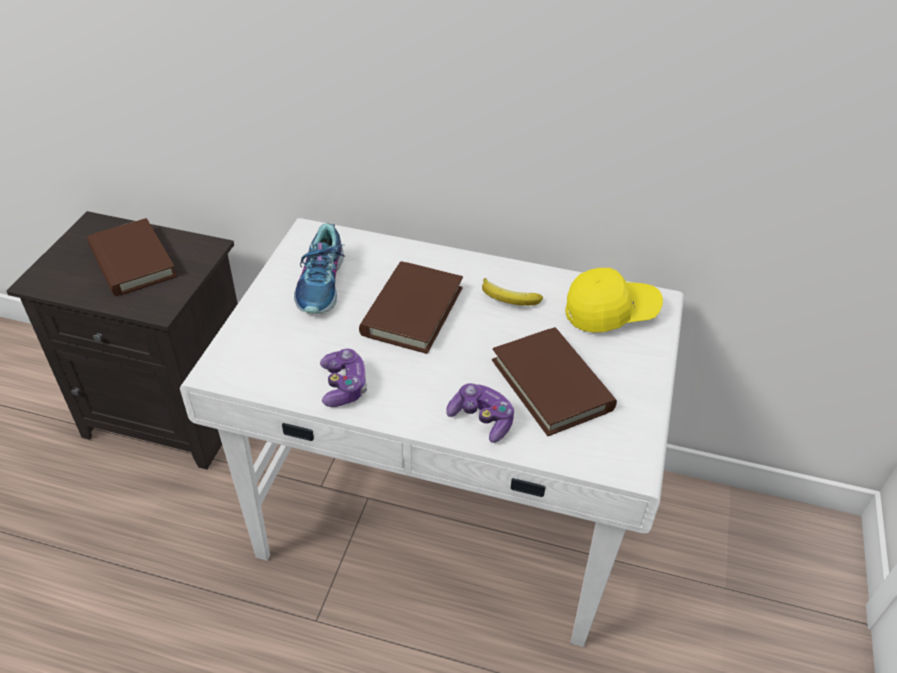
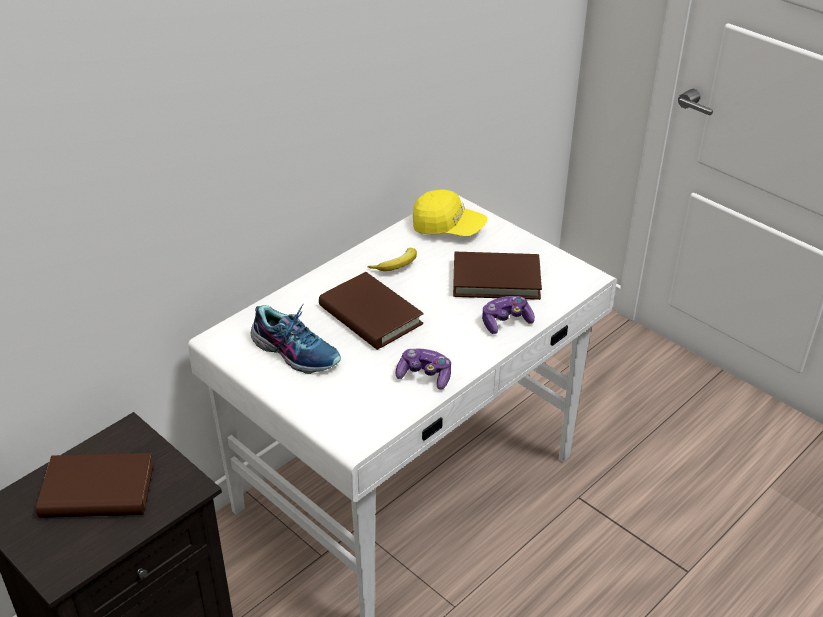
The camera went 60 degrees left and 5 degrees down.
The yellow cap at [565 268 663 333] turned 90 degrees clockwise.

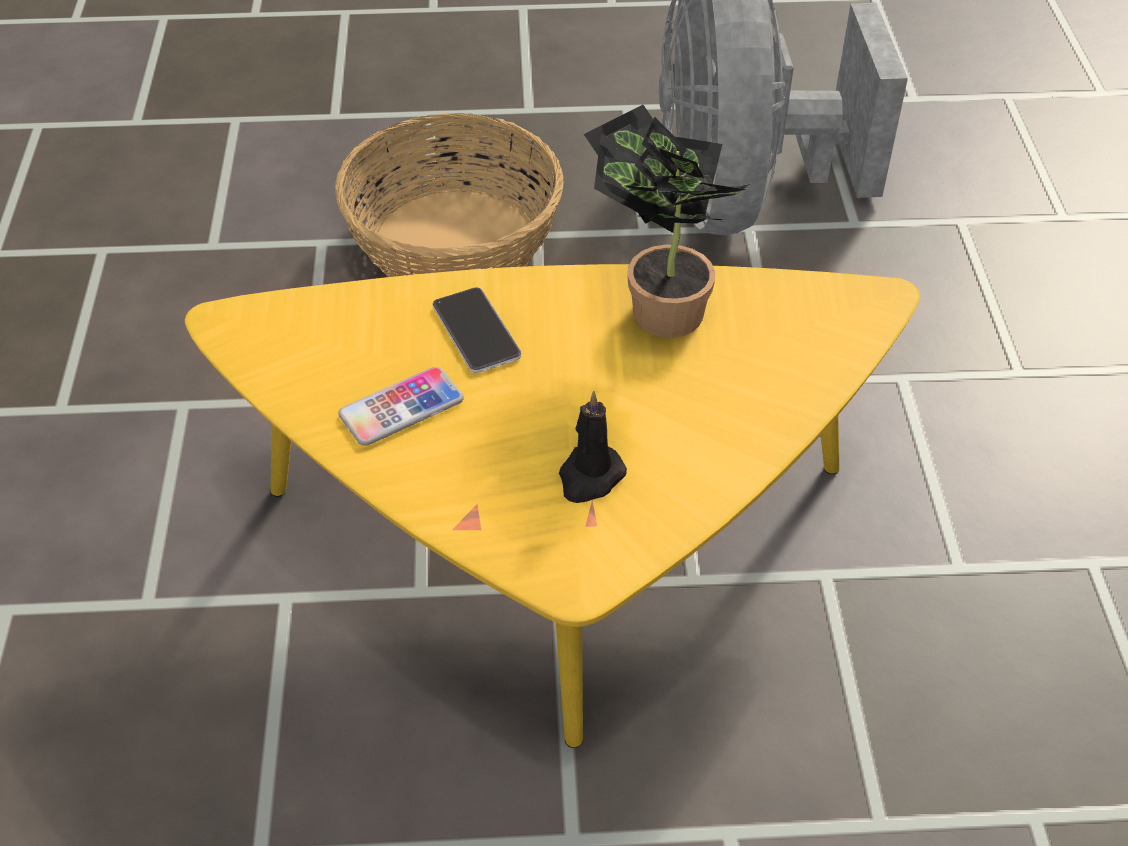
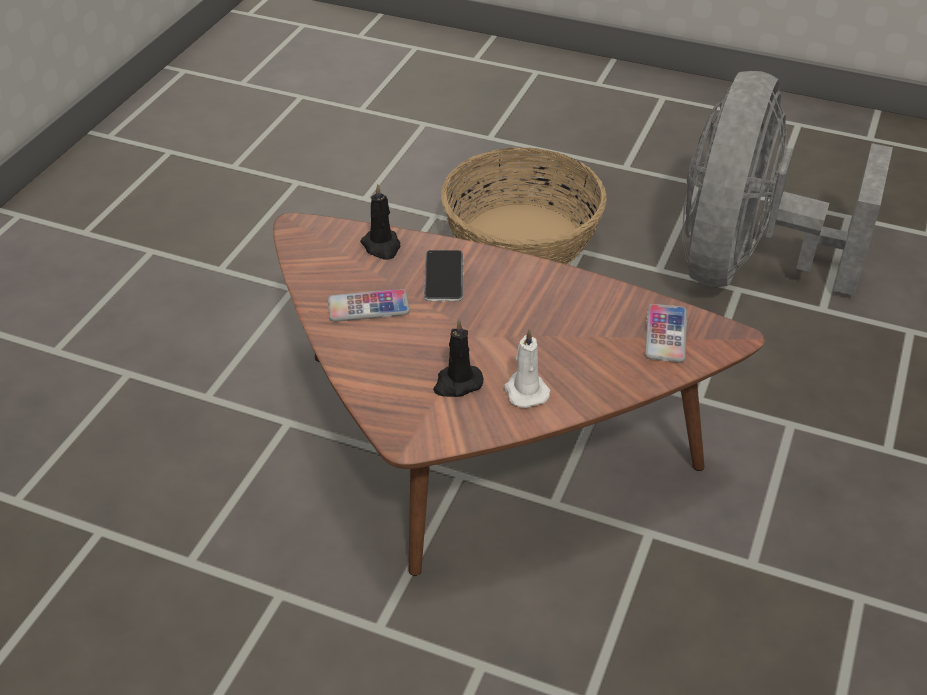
The camera went 25 degrees right and 5 degrees down.
The yellow coffee table at [185 264 920 748] became the brown coffee table at [273 213 765 576].
The black candle at [360 184 400 260] appeared.
The white candle at [504 328 551 408] appeared.
The phone at [645 304 687 363] appeared.
The potted plant at [584 105 750 338] disappeared.

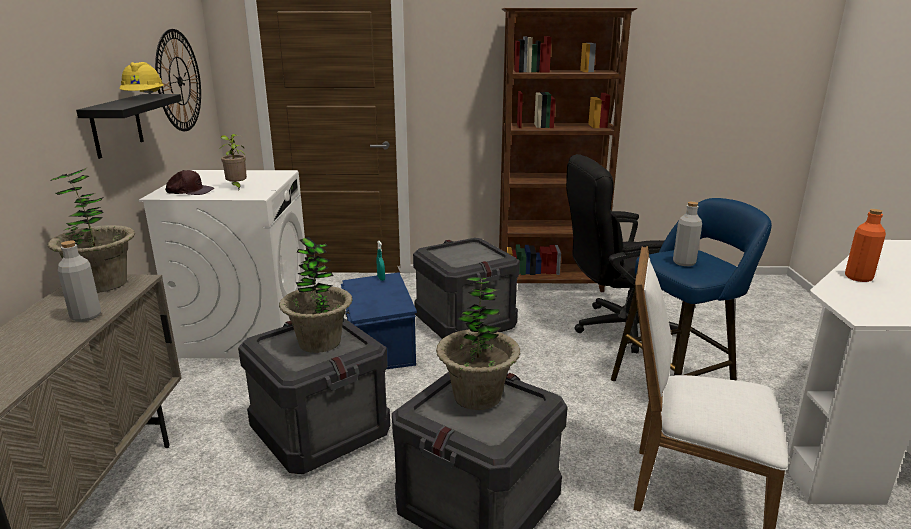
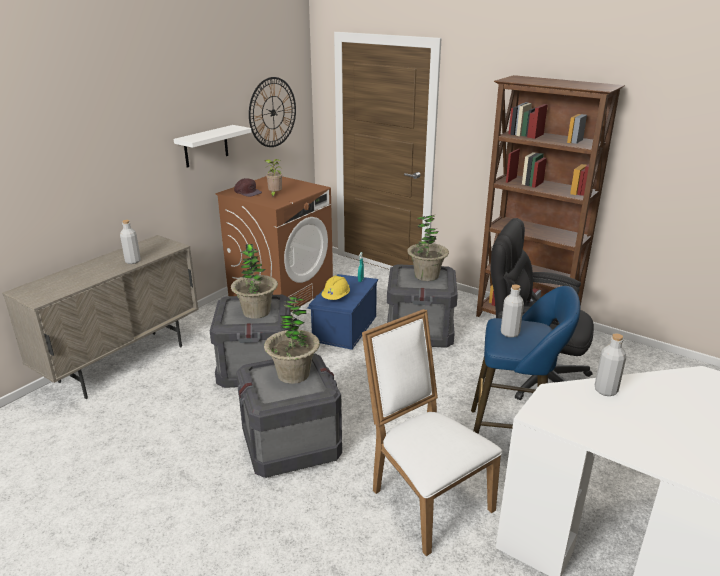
The camera went 35 degrees right and 5 degrees up.
The black shelf at [76 94 182 159] became the white shelf at [174 125 252 167].
The white washing machine at [139 170 310 358] became the brown washing machine at [216 176 333 312].
The yellow hard hat moved from [119 62 164 95] to [321 275 350 300].
The potted plant moved from [48 168 135 293] to [407 215 449 281].
The orange bottle at [845 209 886 282] became the grey bottle at [595 334 626 396].

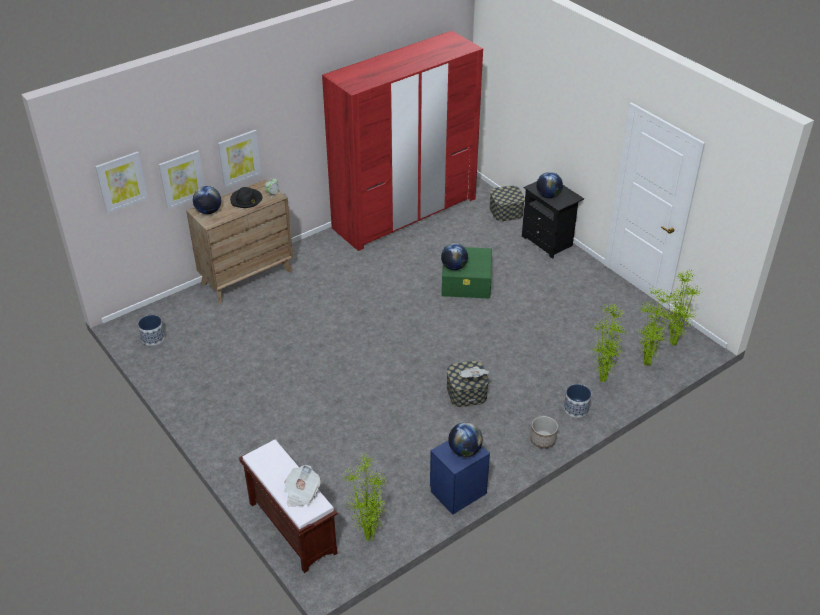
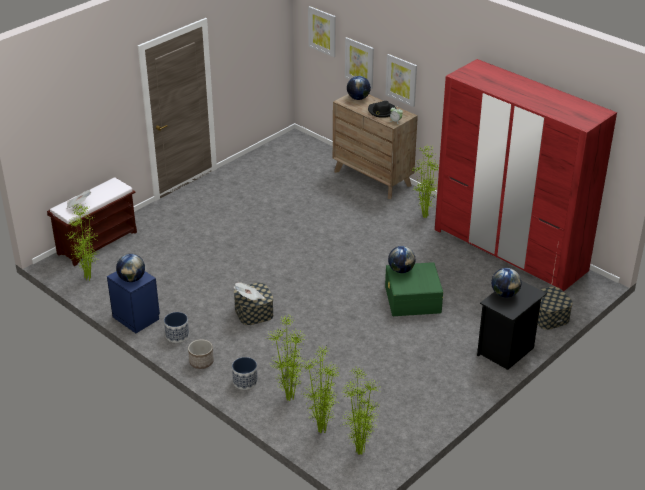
The camera went 80 degrees right and 5 degrees down.
The planter moved from [138 315 165 346] to [164 312 189 343].
The potted plant at [414 145 438 218] appeared.

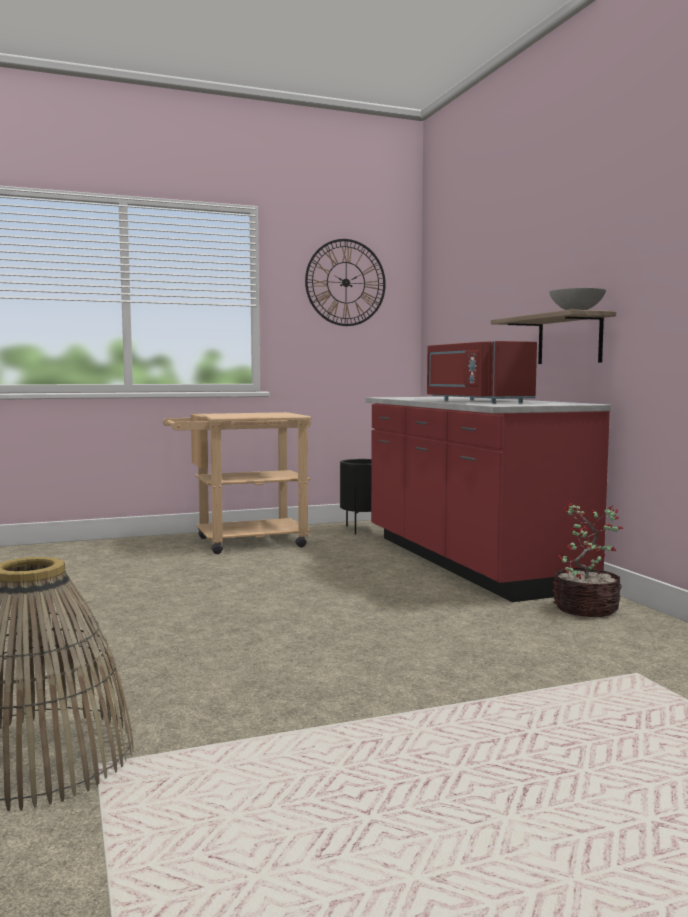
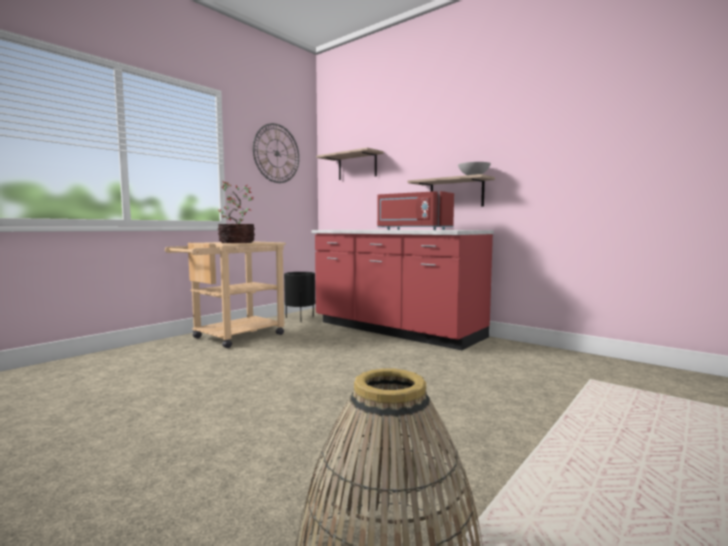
The camera went 30 degrees left and 0 degrees up.
The potted plant moved from [552 501 623 617] to [218 181 255 243].
The shelf at [316 147 384 180] appeared.

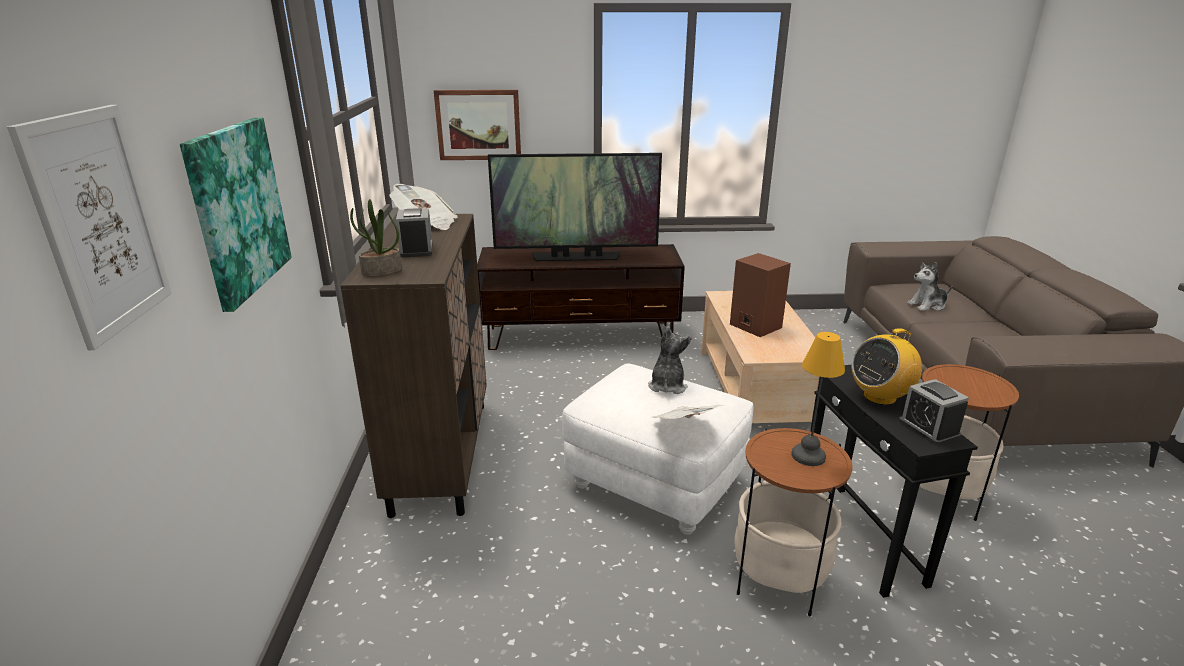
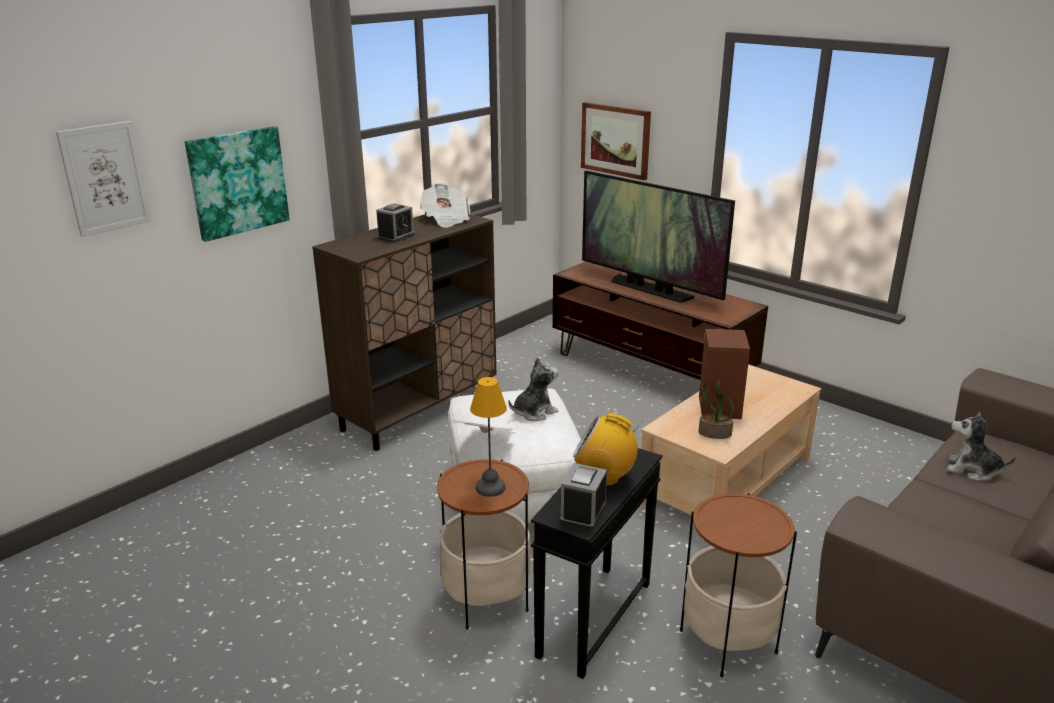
The camera went 45 degrees right and 0 degrees up.
The potted plant moved from [350 199 402 276] to [699 380 734 439].

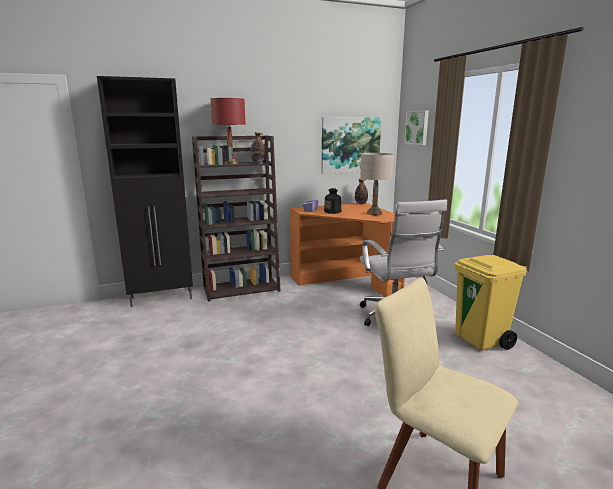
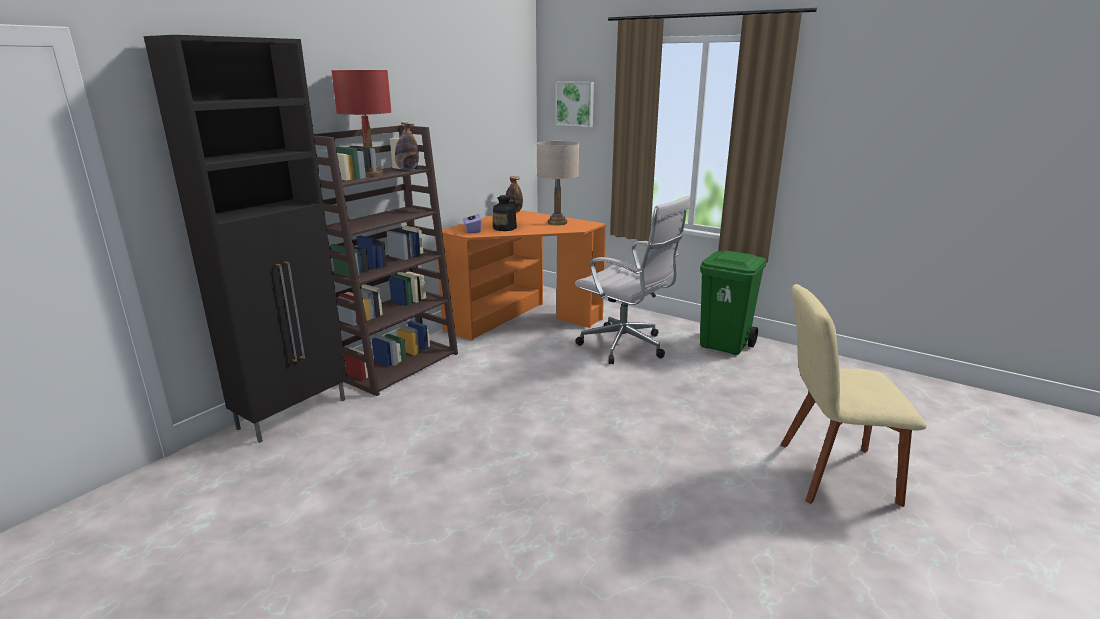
The camera went 35 degrees left and 5 degrees up.
The yellow trash can at [455 255 528 351] became the green trash can at [700 250 766 355].
The picture at [321 117 381 174] disappeared.

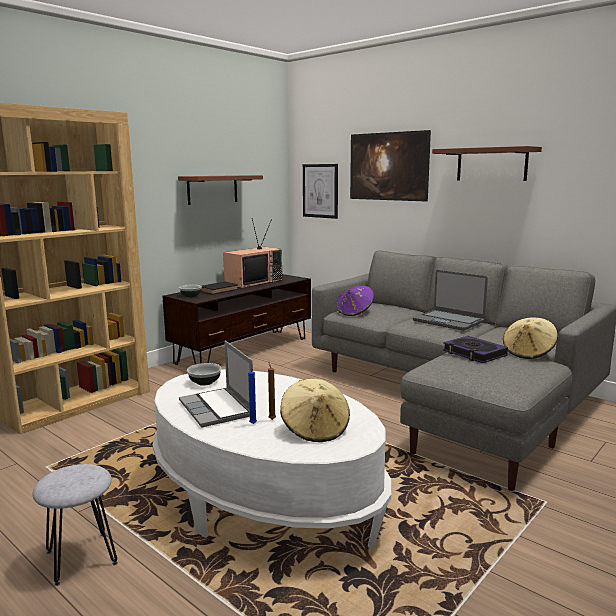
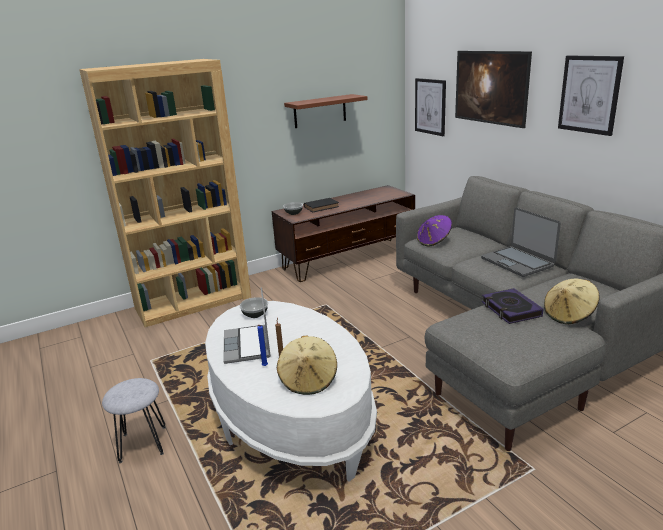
The camera went 20 degrees right and 10 degrees up.
The brown shelf at [432 146 542 181] was replaced by the picture at [558 55 624 136].
The television at [223 218 282 288] disappeared.

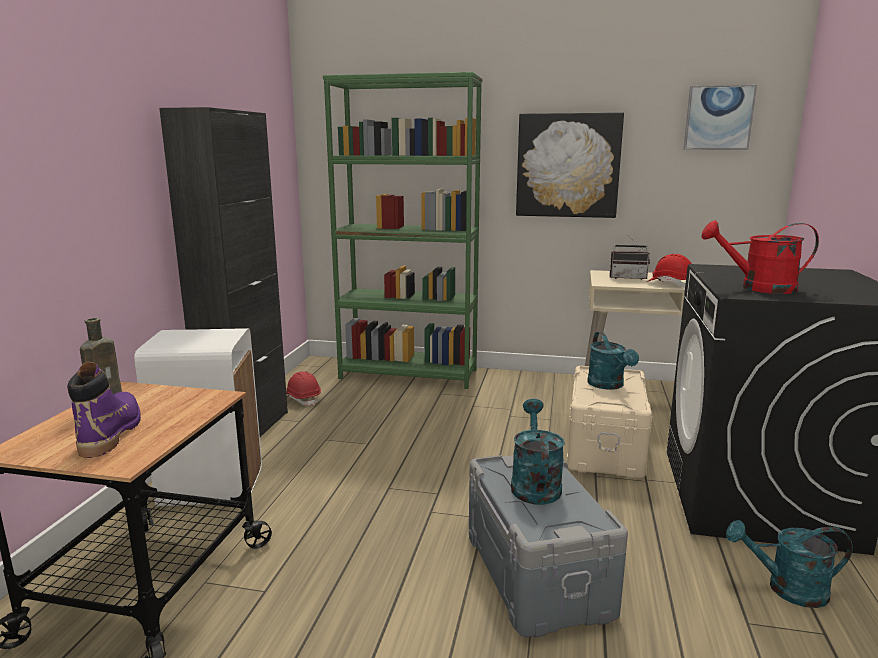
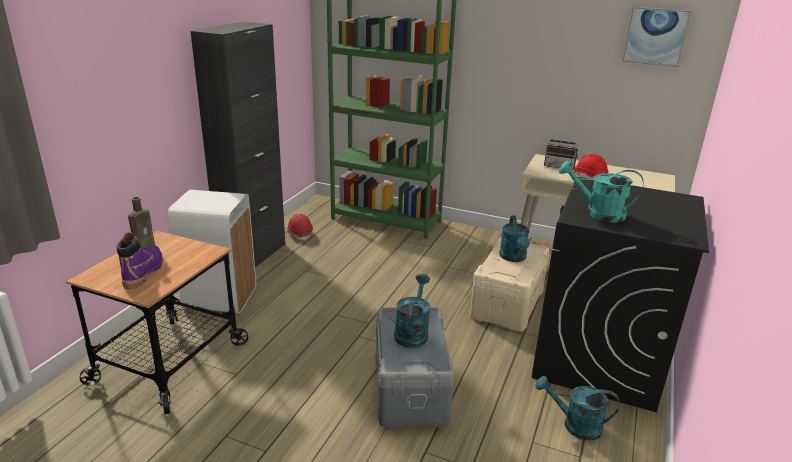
The camera went 10 degrees right and 10 degrees up.
The red watering can at [701 220 819 294] became the turquoise watering can at [559 160 644 222].
The picture at [516 112 624 218] disappeared.

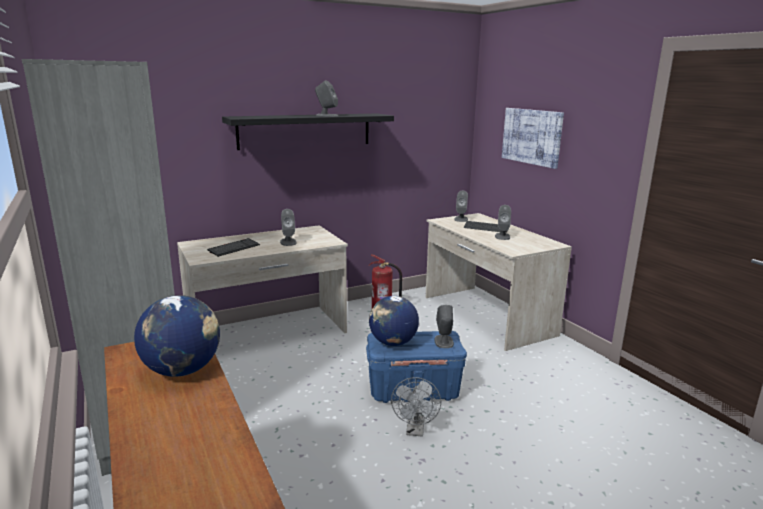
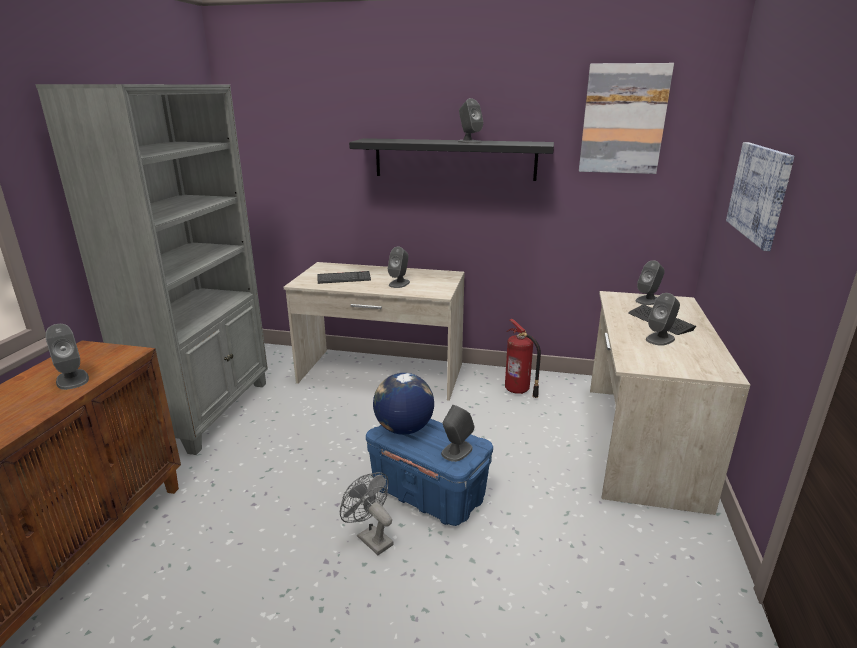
The camera went 40 degrees right and 5 degrees up.
The globe at [134 295 220 377] was replaced by the grey speaker at [46 324 89 390].
The grey fan at [391 377 441 437] turned 90 degrees clockwise.
The picture at [579 63 674 174] appeared.

